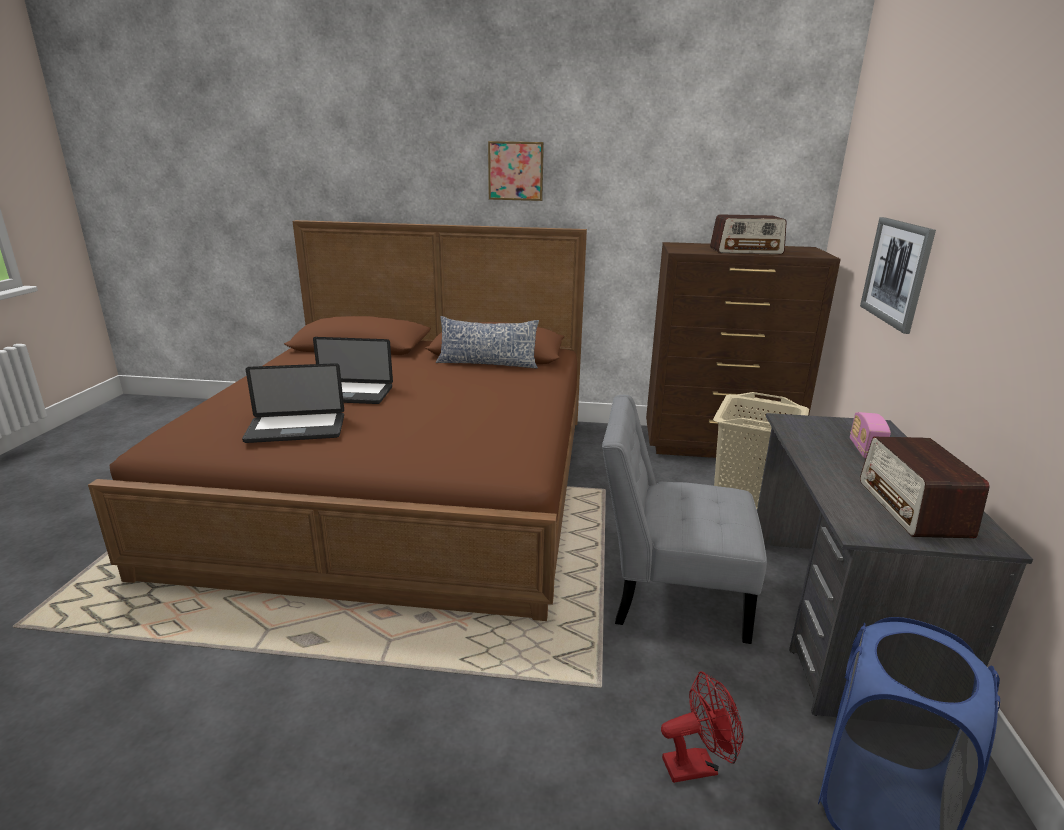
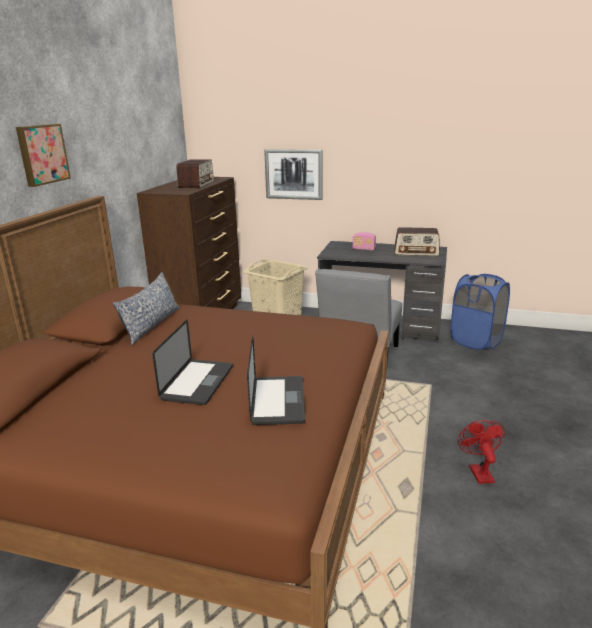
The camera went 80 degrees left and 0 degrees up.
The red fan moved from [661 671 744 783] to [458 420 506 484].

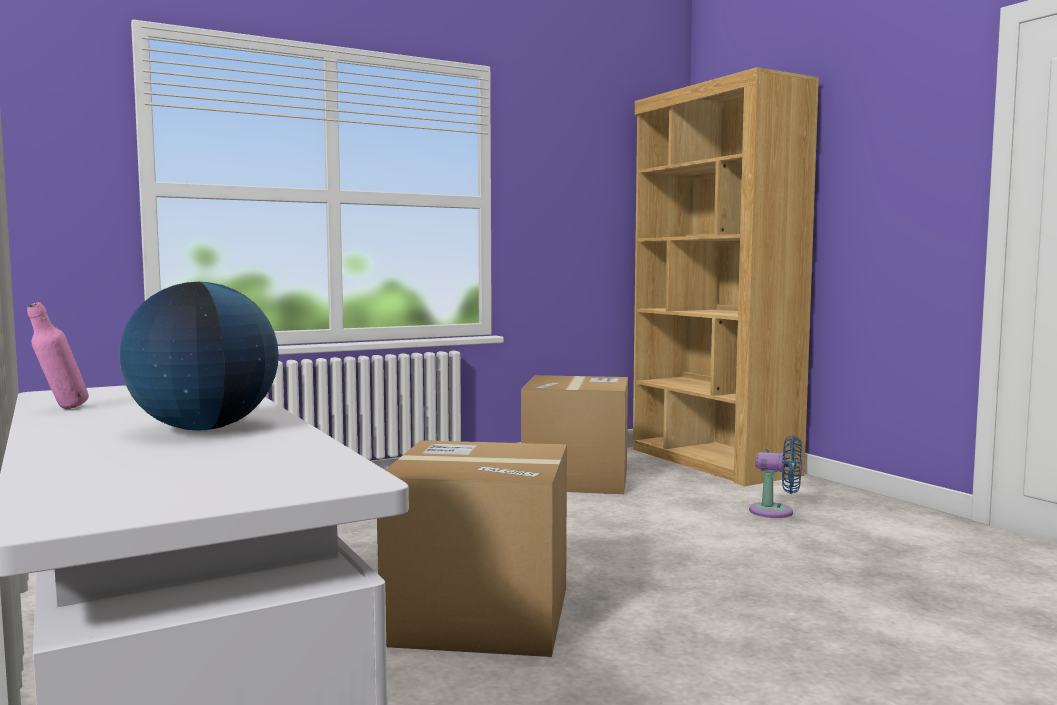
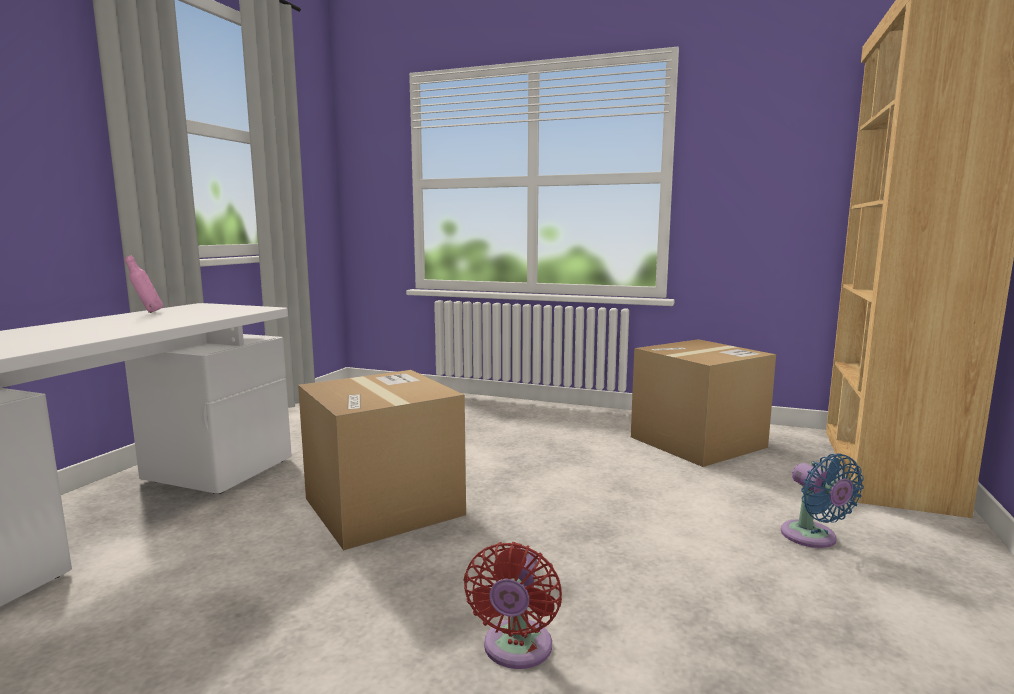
The camera went 50 degrees right and 5 degrees up.
The red fan at [463 542 562 669] appeared.
The globe at [119 282 279 430] disappeared.

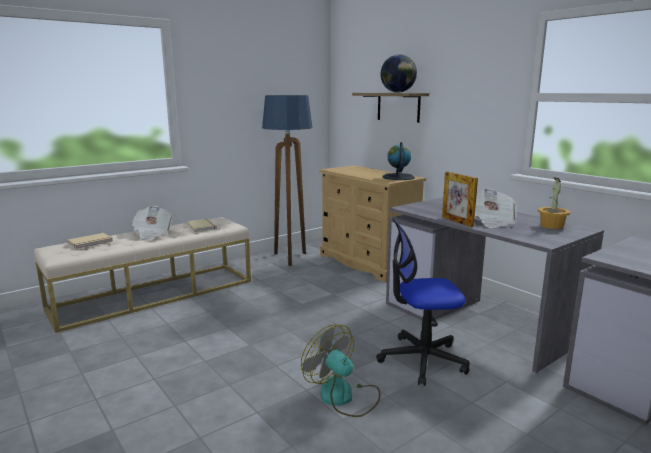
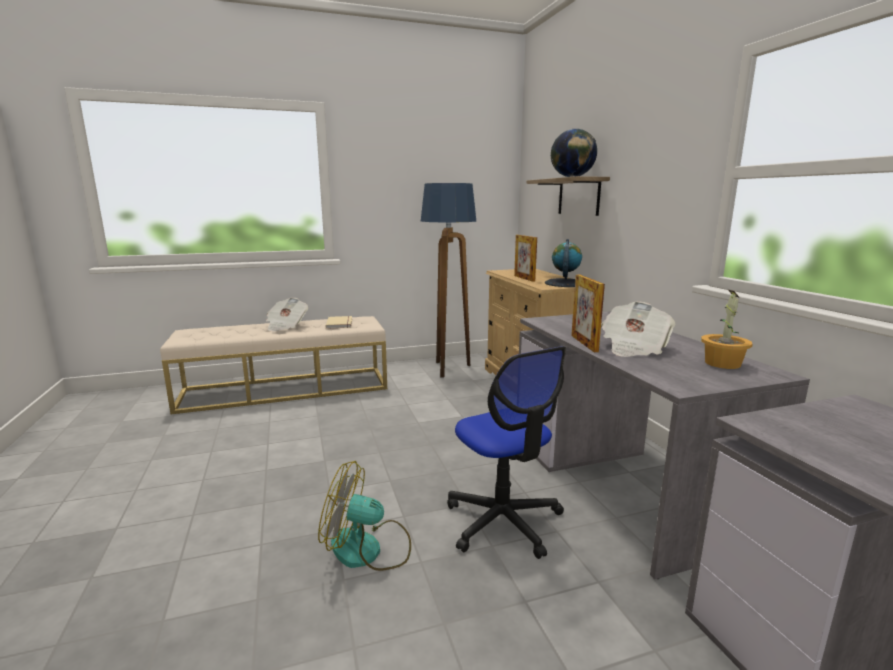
The camera went 20 degrees right and 0 degrees up.
The fan at [301 324 381 417] turned 60 degrees counterclockwise.
The office chair at [376 218 470 386] turned 135 degrees counterclockwise.
The picture frame at [514 235 537 282] appeared.
The beige book at [67 233 113 249] disappeared.

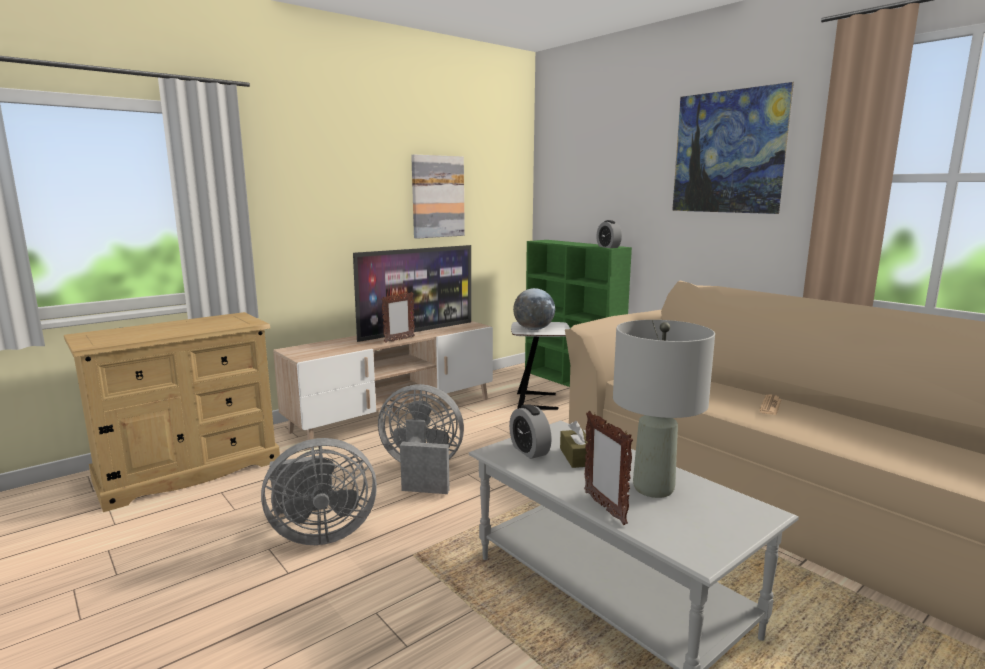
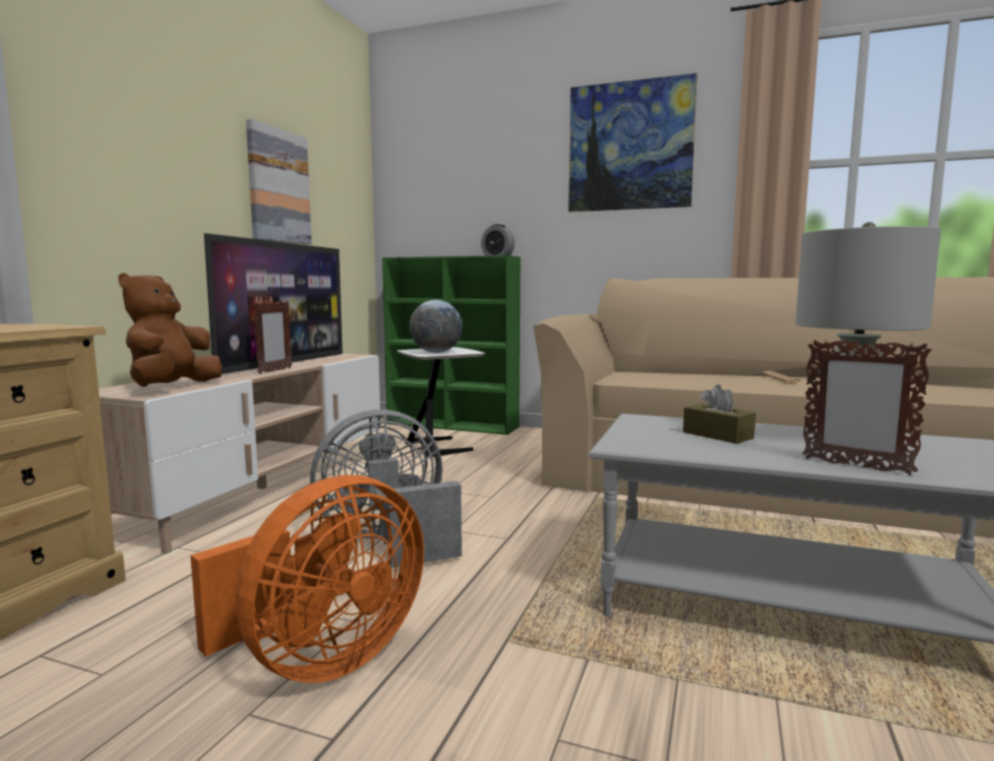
The camera went 30 degrees left and 5 degrees down.
The brown plush toy at [118 273 222 387] appeared.
The grey fan at [261 438 377 545] became the orange fan at [190 475 424 683].
The alarm clock at [509 404 552 459] disappeared.

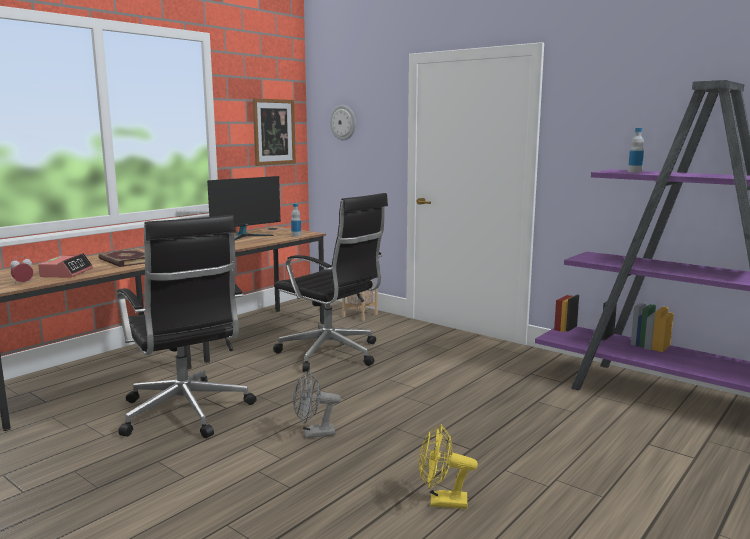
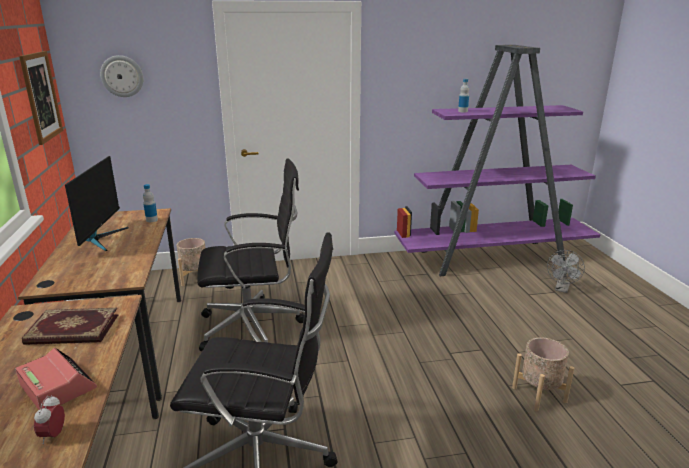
The camera went 50 degrees left and 10 degrees up.
The yellow fan at [419 424 478 509] was replaced by the beige planter at [512 337 574 411].
The grey fan moved from [293 370 341 438] to [547 250 585 293].

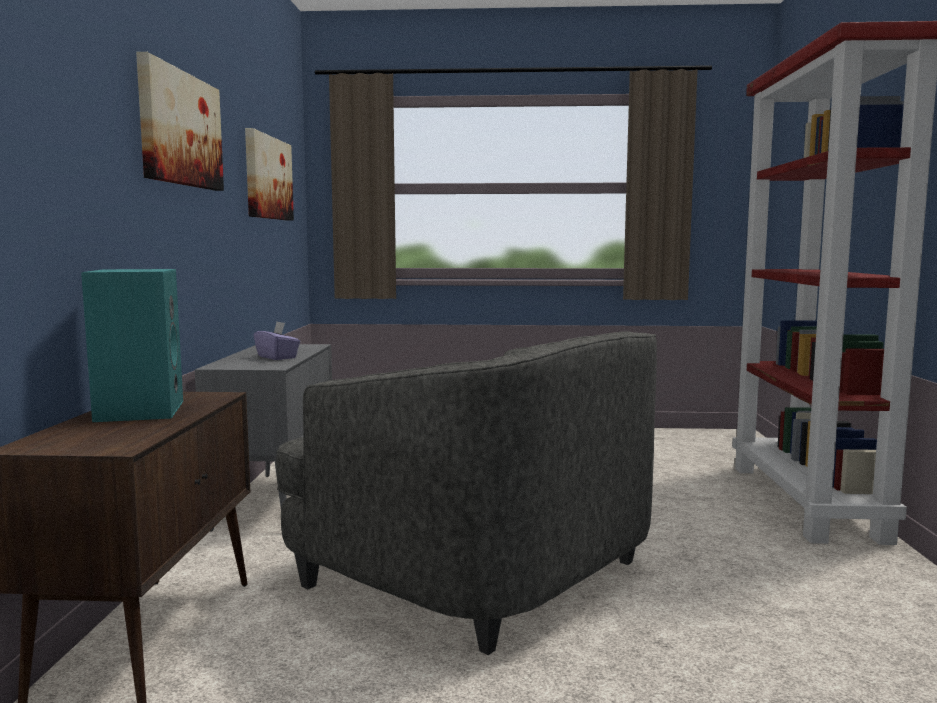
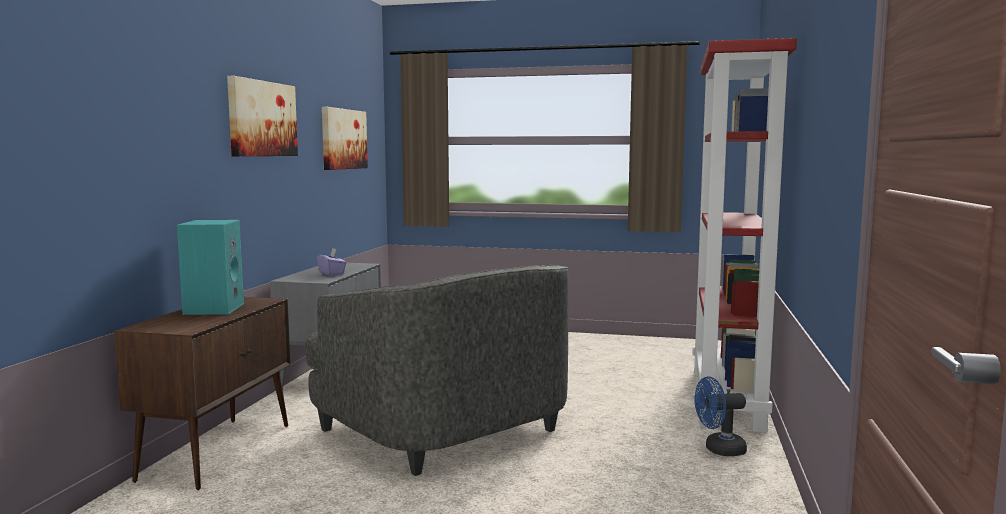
The camera went 10 degrees right and 0 degrees up.
The blue fan at [694 377 747 456] appeared.

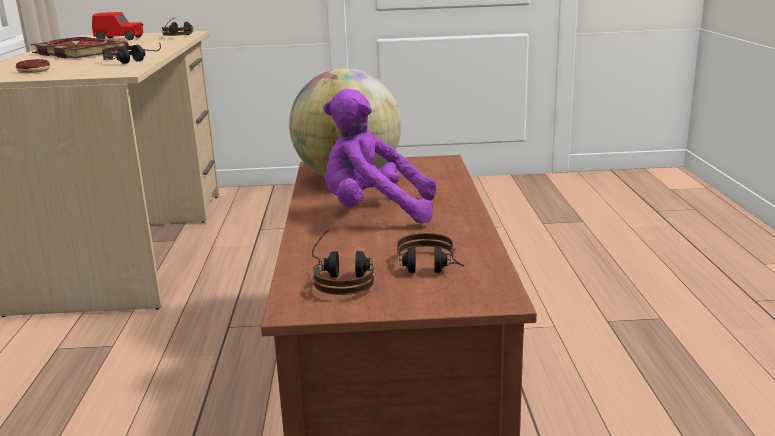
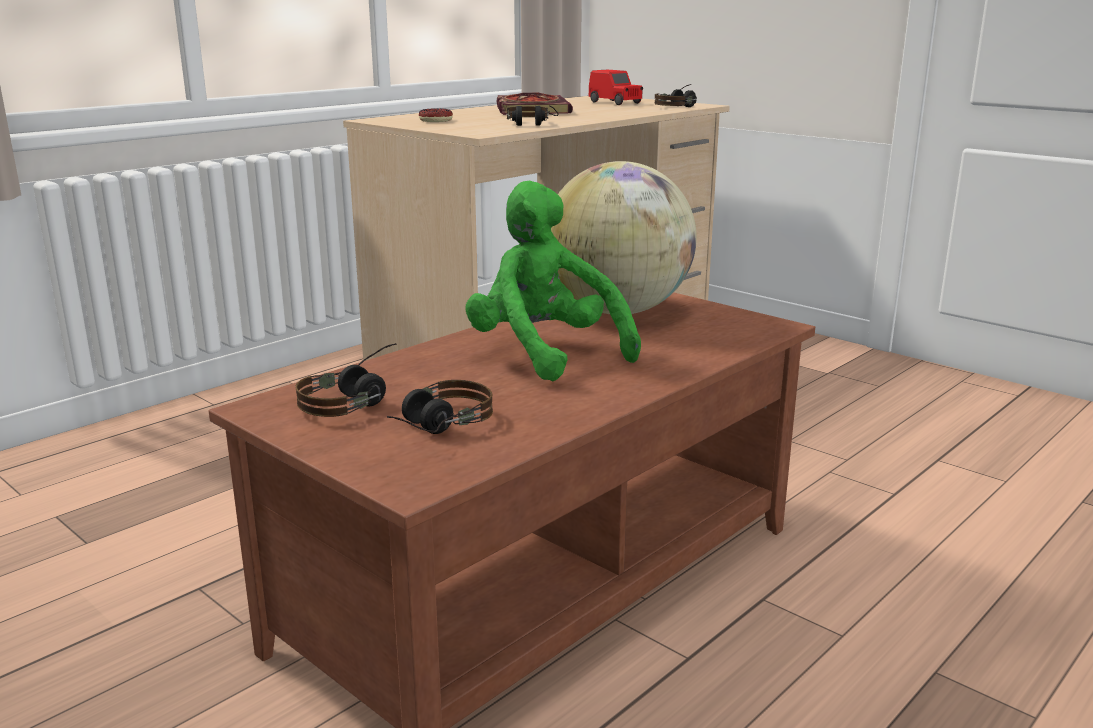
The camera went 45 degrees right and 0 degrees up.
The purple plush toy at [323 89 436 223] became the green plush toy at [465 181 641 381].

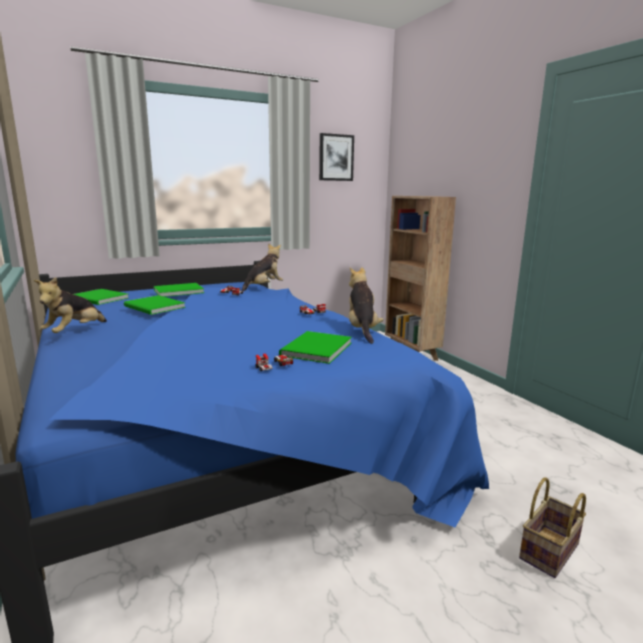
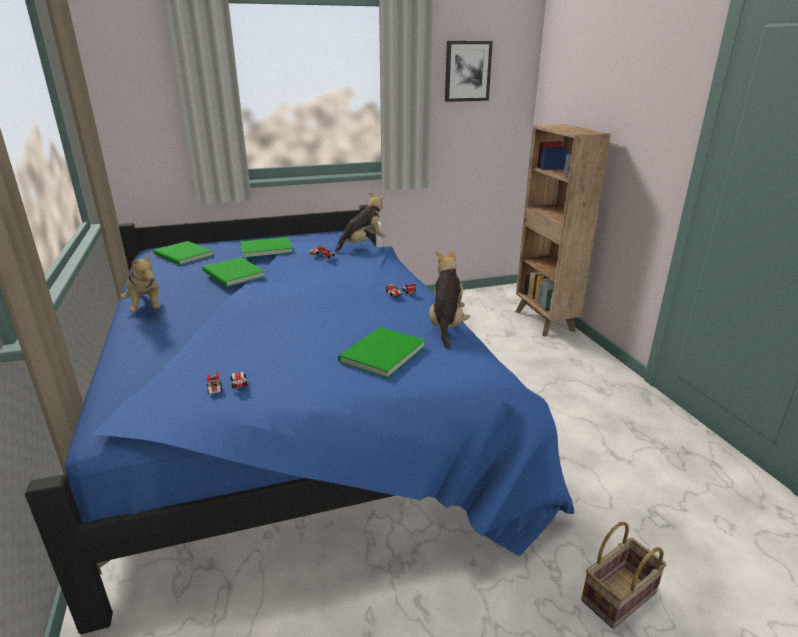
The camera went 10 degrees right and 10 degrees up.
The plush toy at [34 277 107 333] turned 60 degrees counterclockwise.
The toy car moved from [255 354 293 371] to [207 372 248 394].

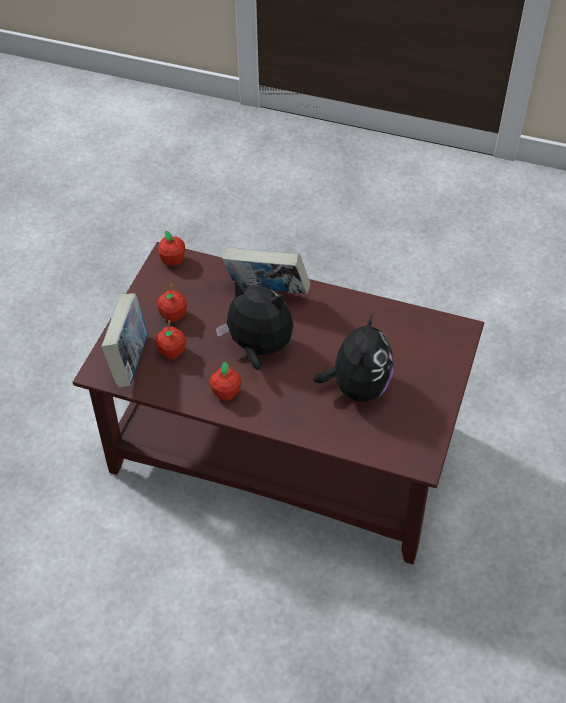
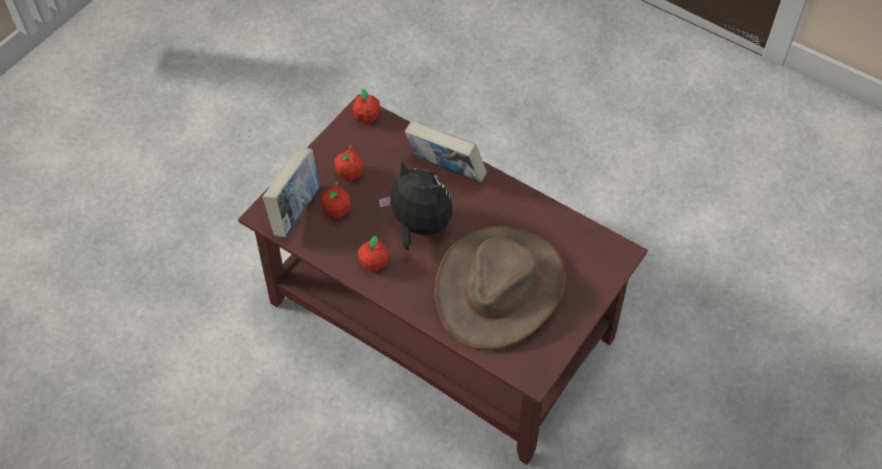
The camera went 15 degrees right and 5 degrees up.
The plush toy at [313 312 393 402] was replaced by the brown hat at [434 226 565 350].

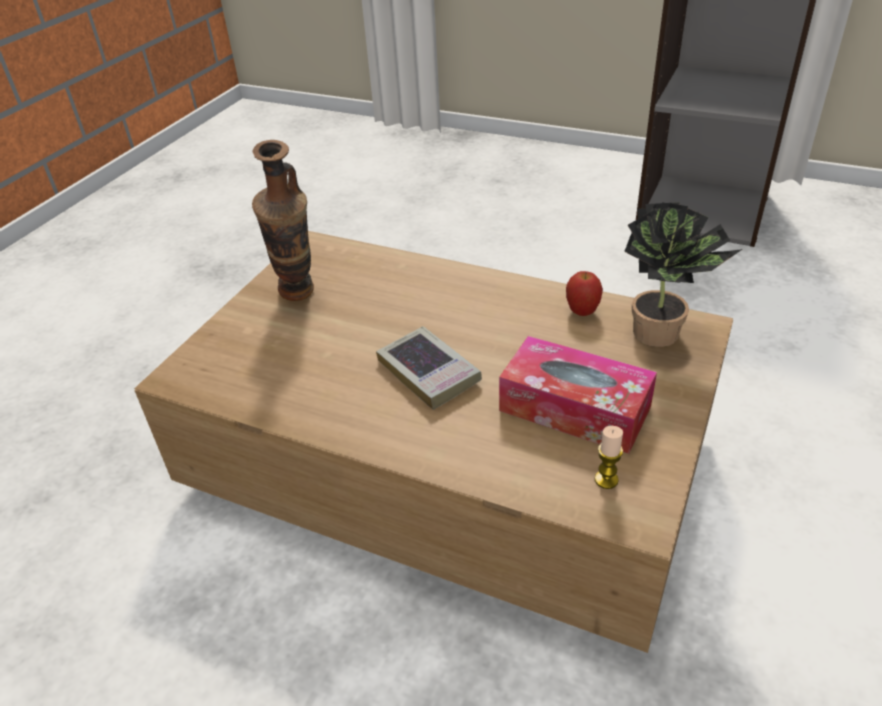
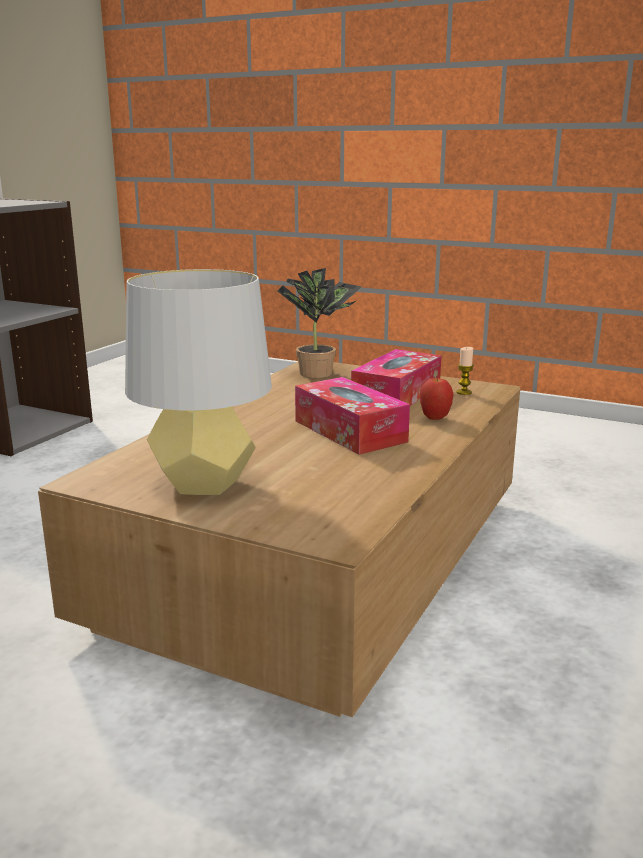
The camera went 90 degrees left and 20 degrees down.
The vase at [252 140 314 301] was replaced by the grey table lamp at [125 269 272 495].
The book at [376 326 482 410] was replaced by the tissue box at [295 377 410 455].
The apple moved from [566 271 603 316] to [420 378 453 420].

